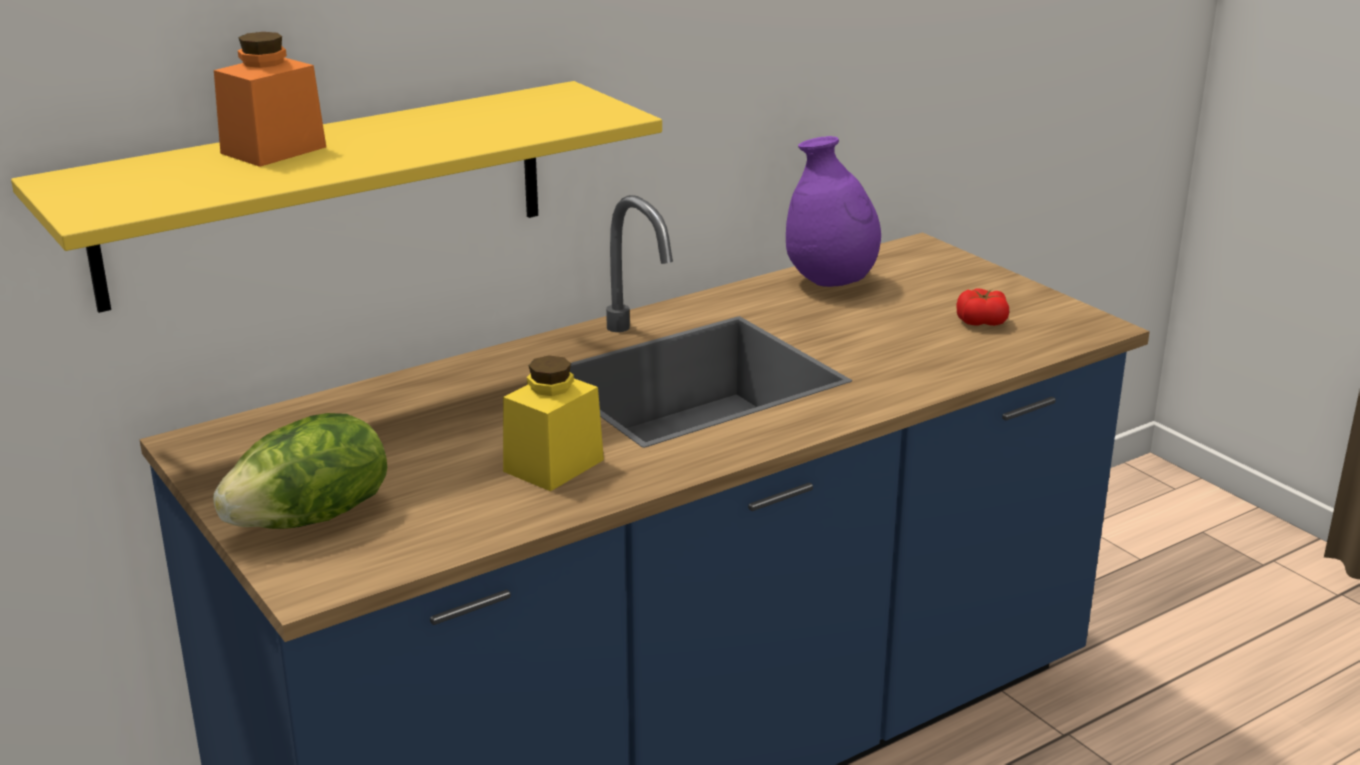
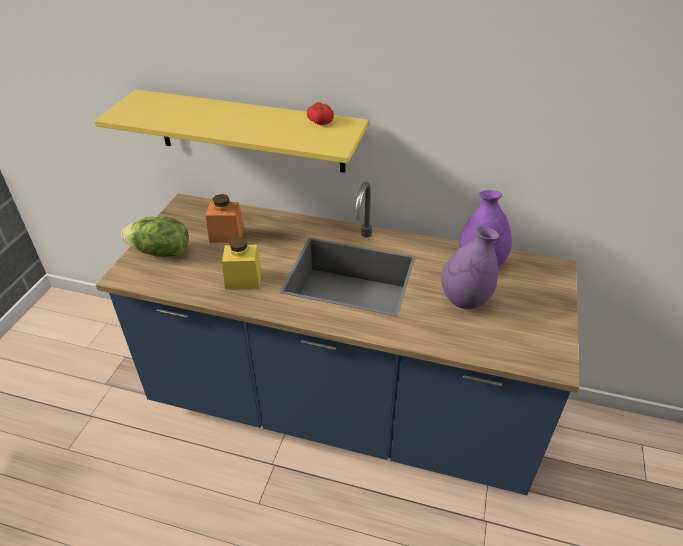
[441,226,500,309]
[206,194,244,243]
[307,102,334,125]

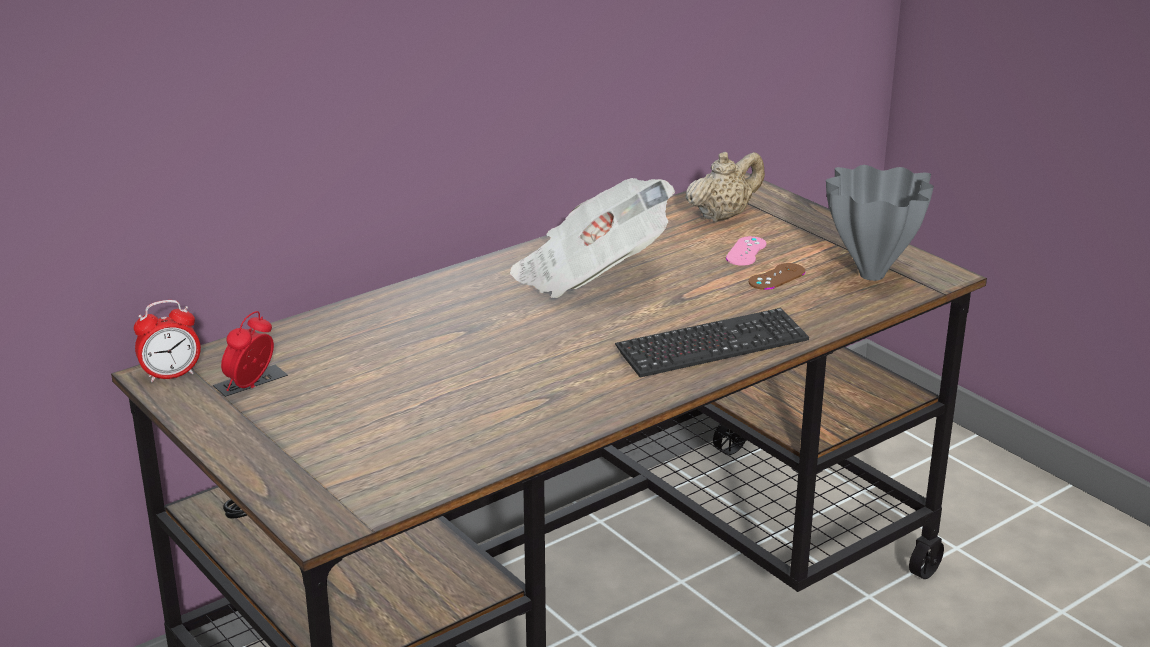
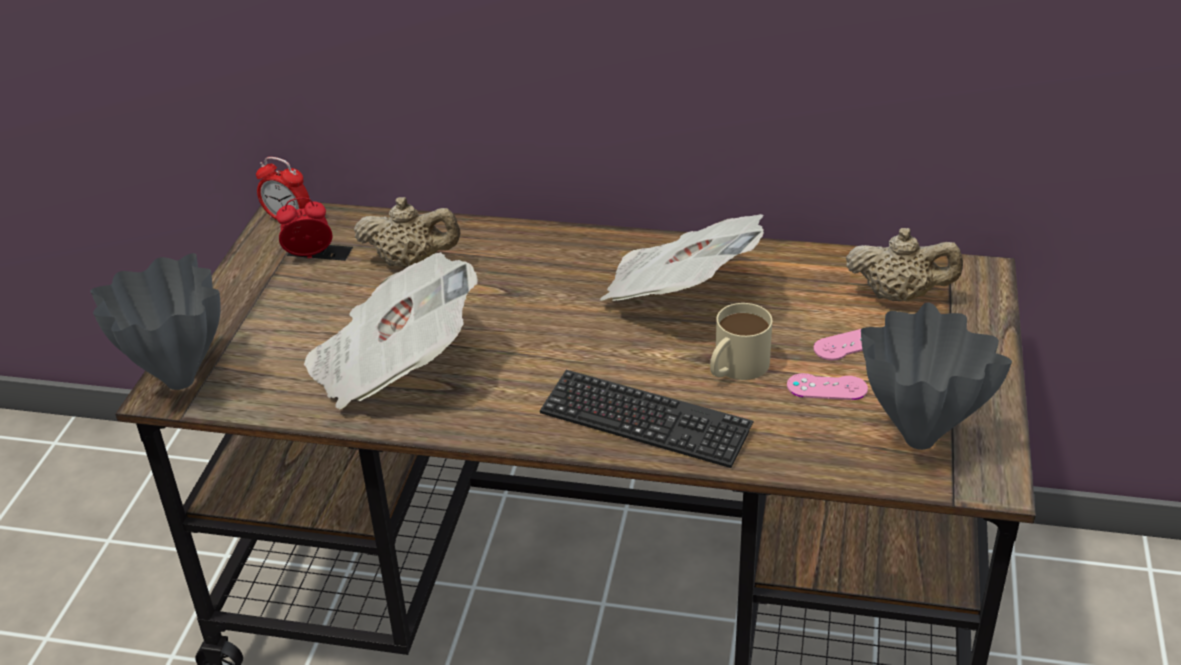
[90,253,221,390]
[304,252,478,410]
[354,197,461,268]
[710,303,772,380]
[787,373,868,400]

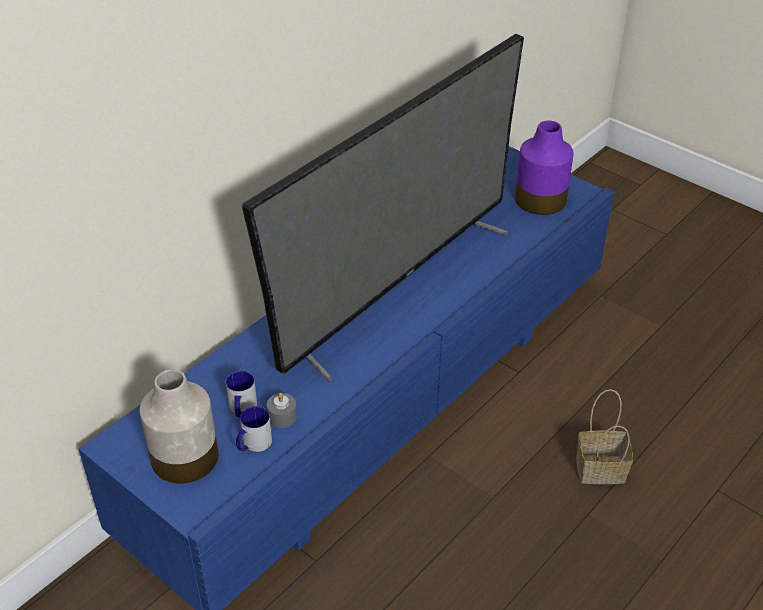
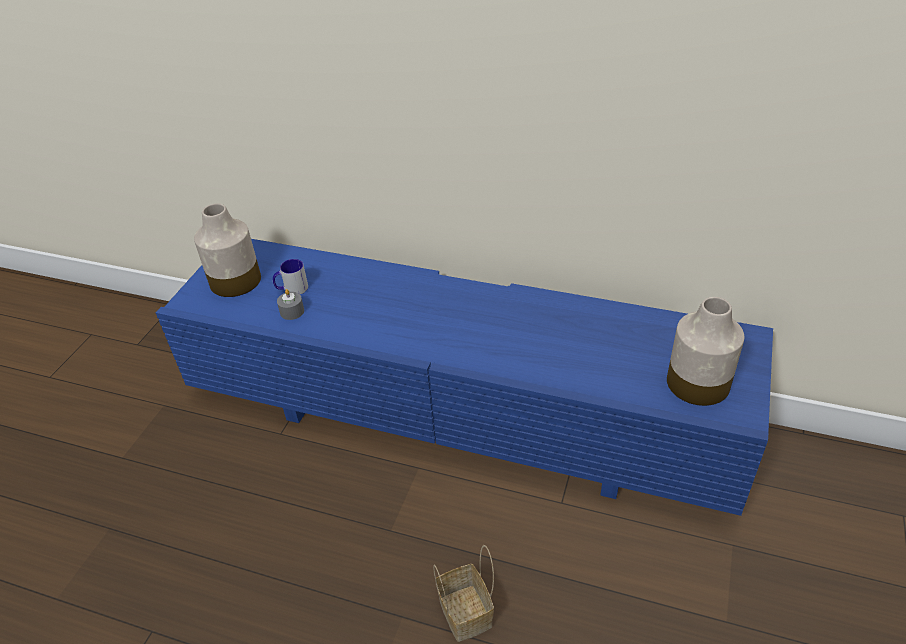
[236,406,272,452] (first image)
[242,34,524,382] (first image)
[667,297,744,406]

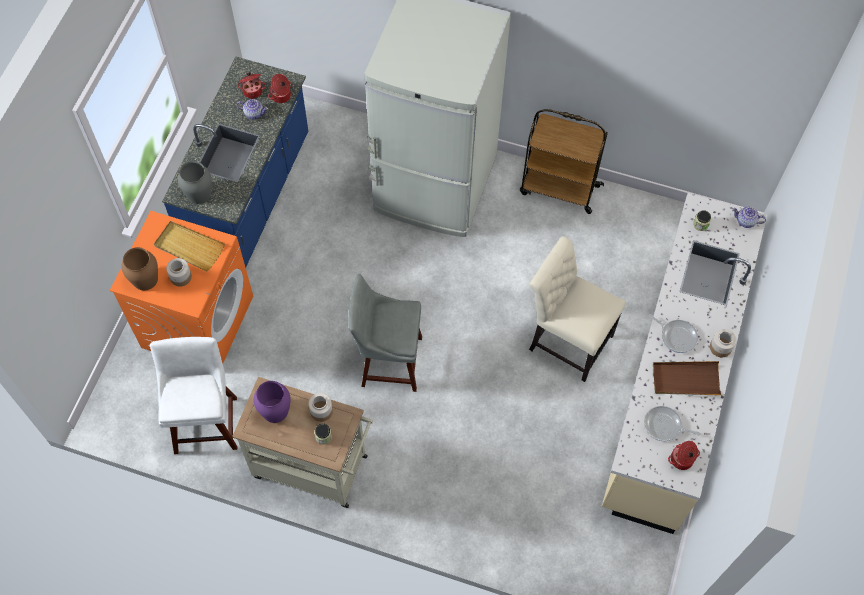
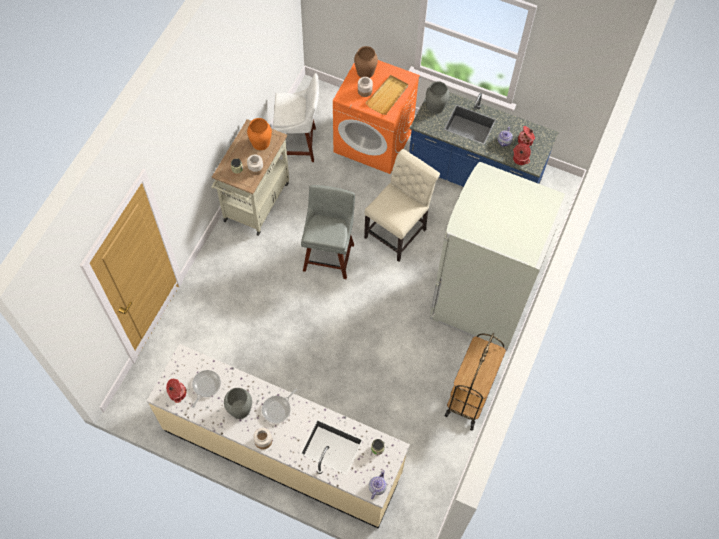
[364,149,440,262]
[224,388,252,419]
[247,118,272,150]

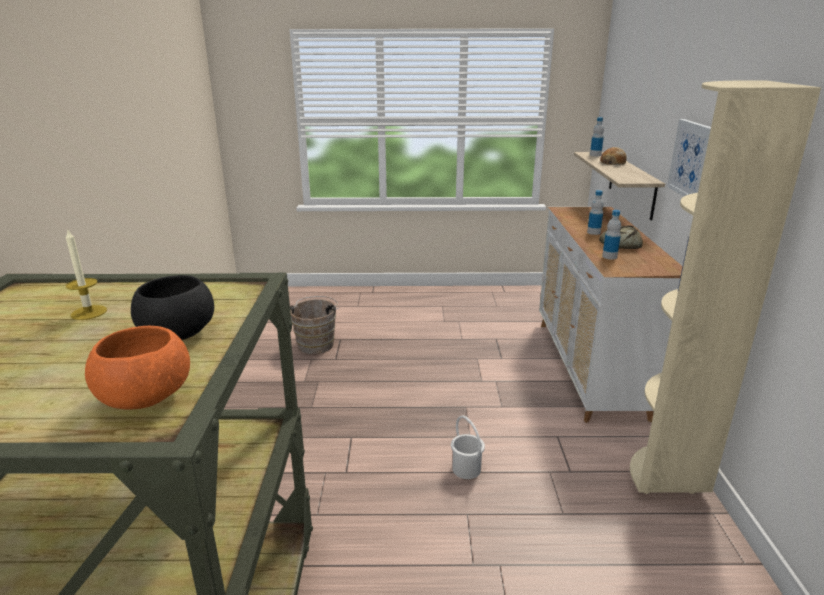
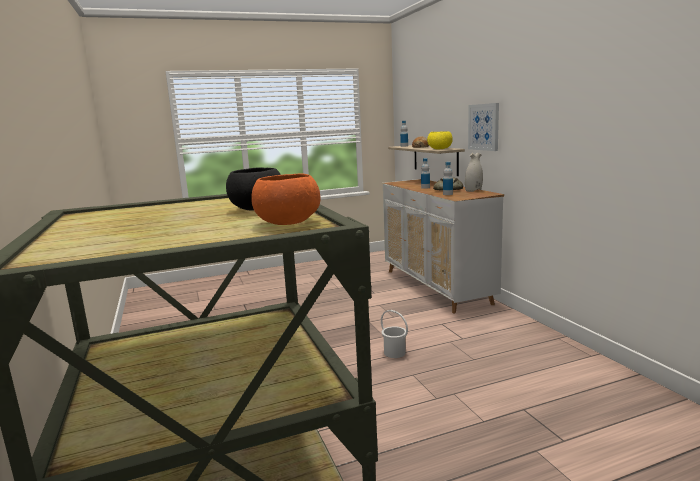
[66,228,107,320] (first image)
[290,296,339,354] (first image)
[630,80,821,494] (first image)
[427,131,453,149]
[465,153,483,192]

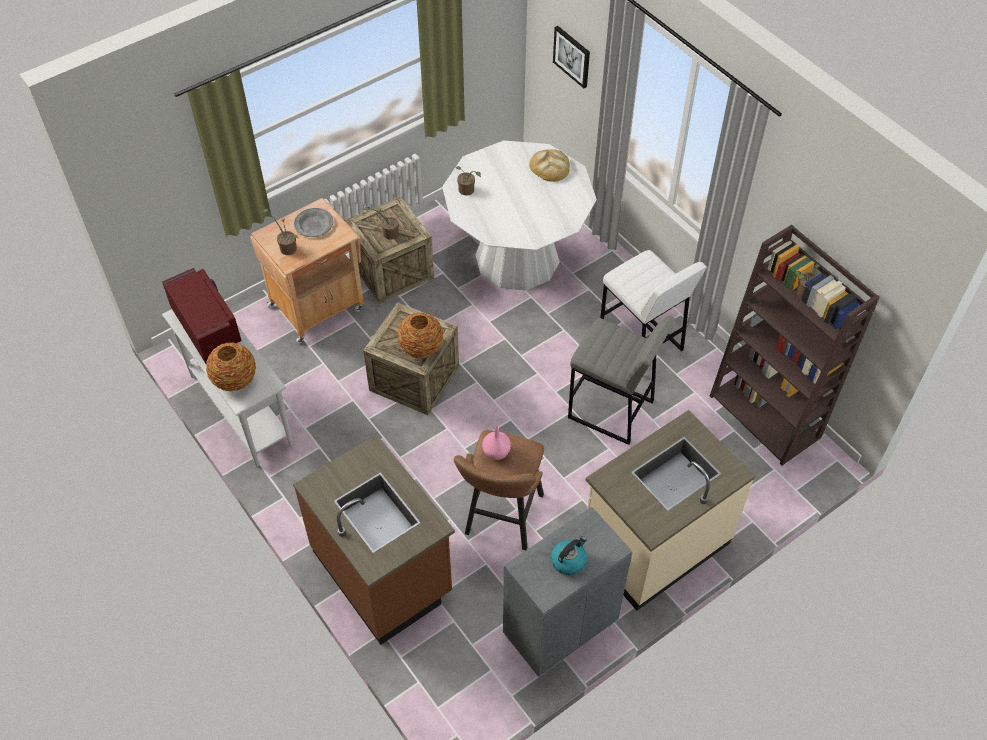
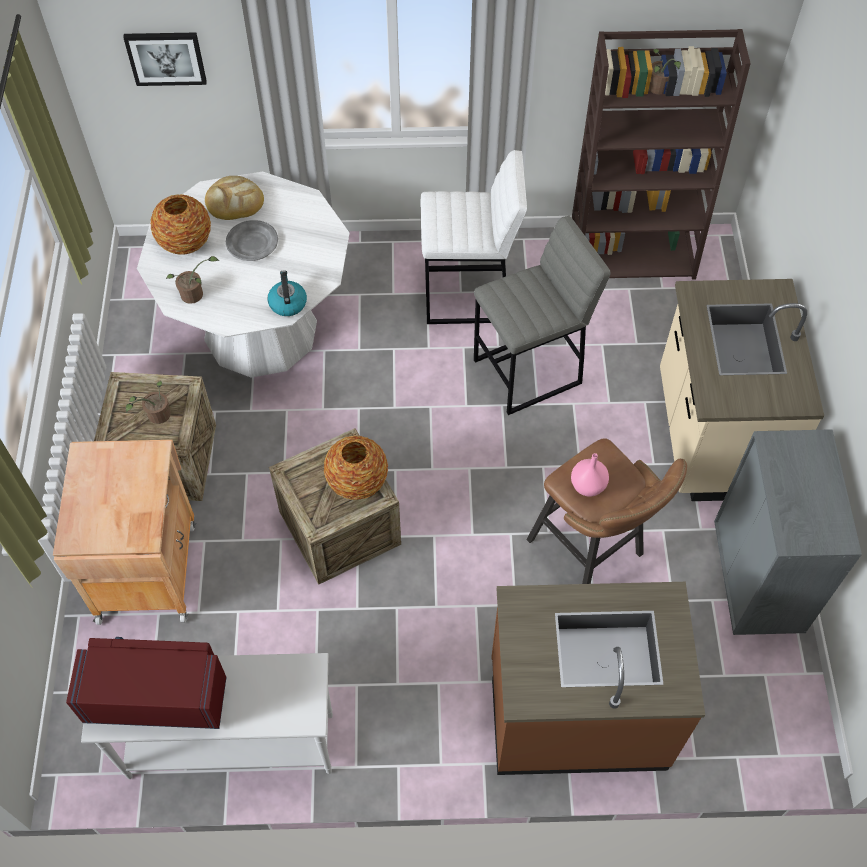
[263,209,298,255] (first image)
[150,194,211,255]
[226,220,278,261]
[268,270,307,316]

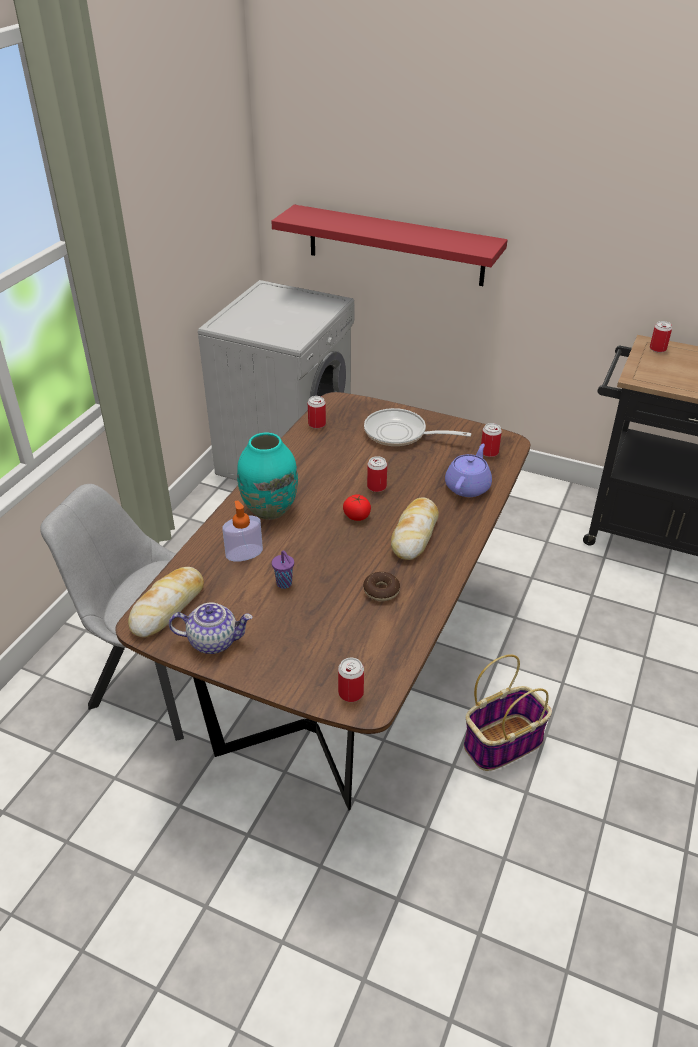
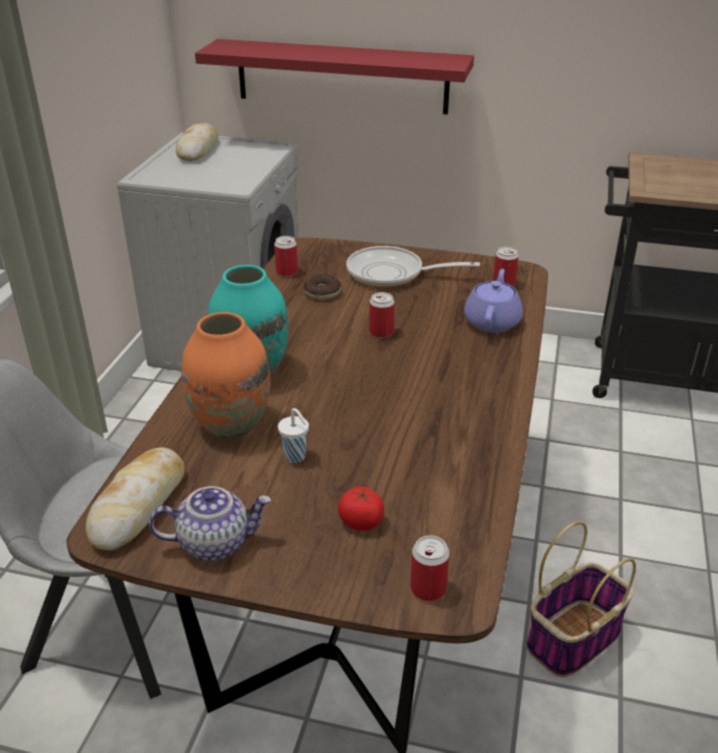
[650,321,672,353] (first image)
[338,487,384,531]
[303,274,341,300]
[176,123,218,161]
[182,312,270,439]
[278,408,309,463]

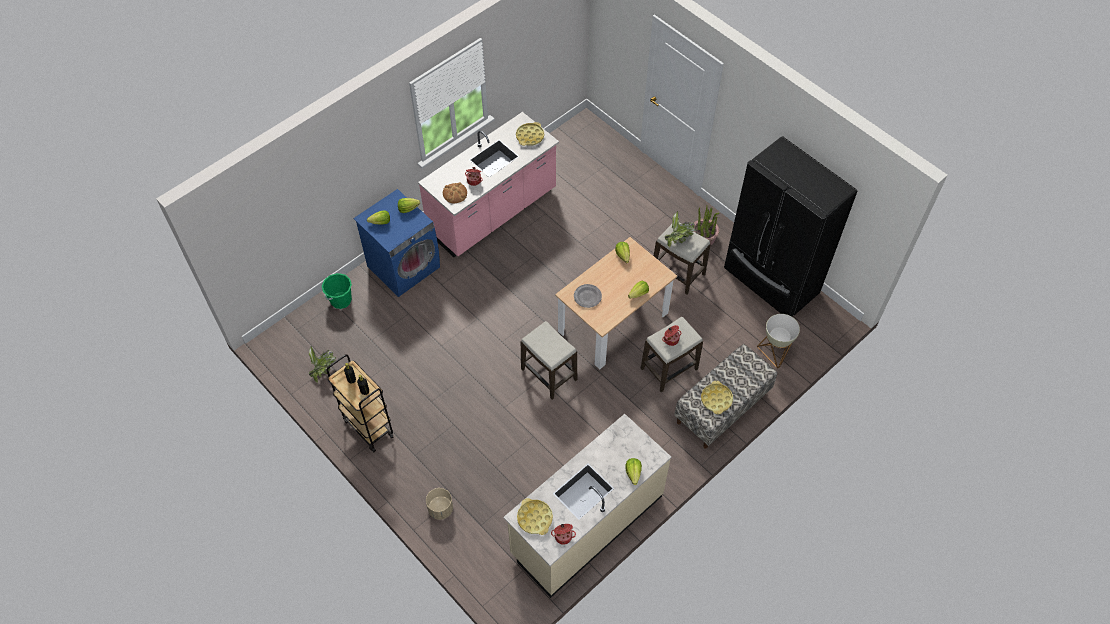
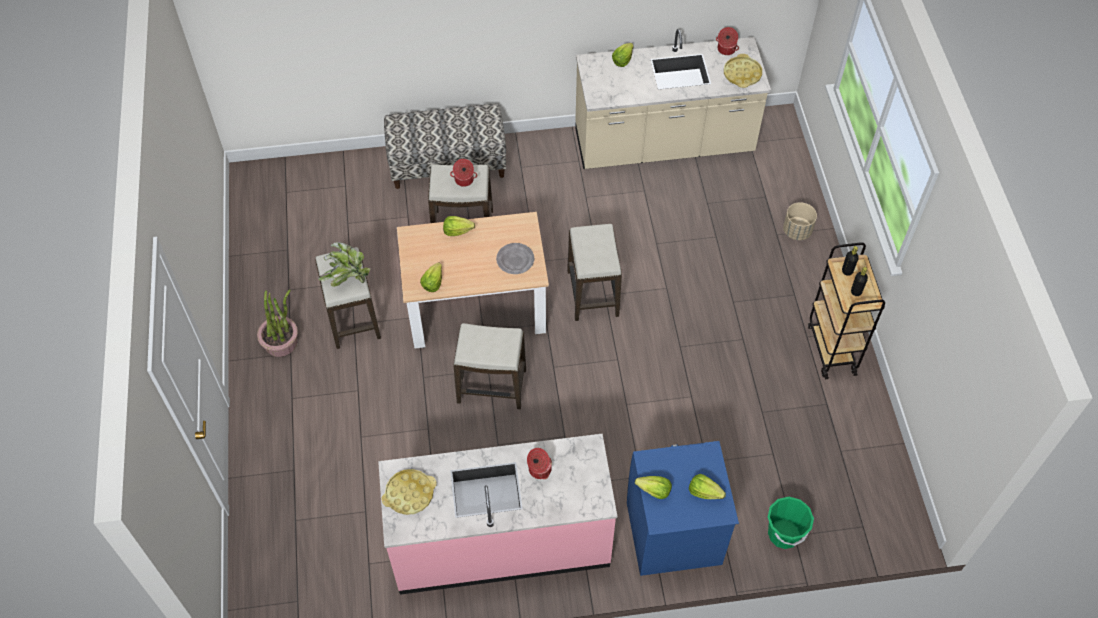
[309,346,336,383] (first image)
[443,182,467,203] (first image)
[701,381,733,414] (first image)
[724,136,858,316] (first image)
[757,314,800,368] (first image)
[453,323,526,409]

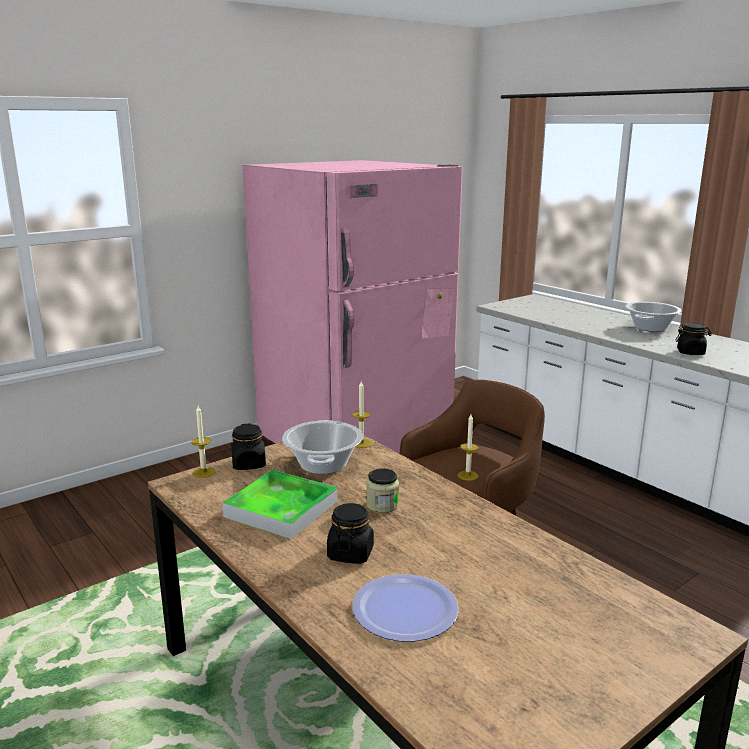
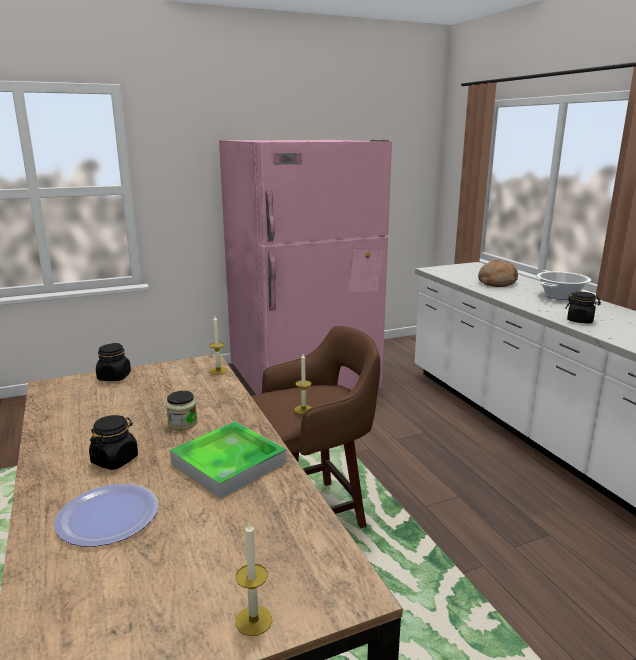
[282,420,363,474] (first image)
[478,260,518,287]
[236,522,272,636]
[170,422,286,499]

